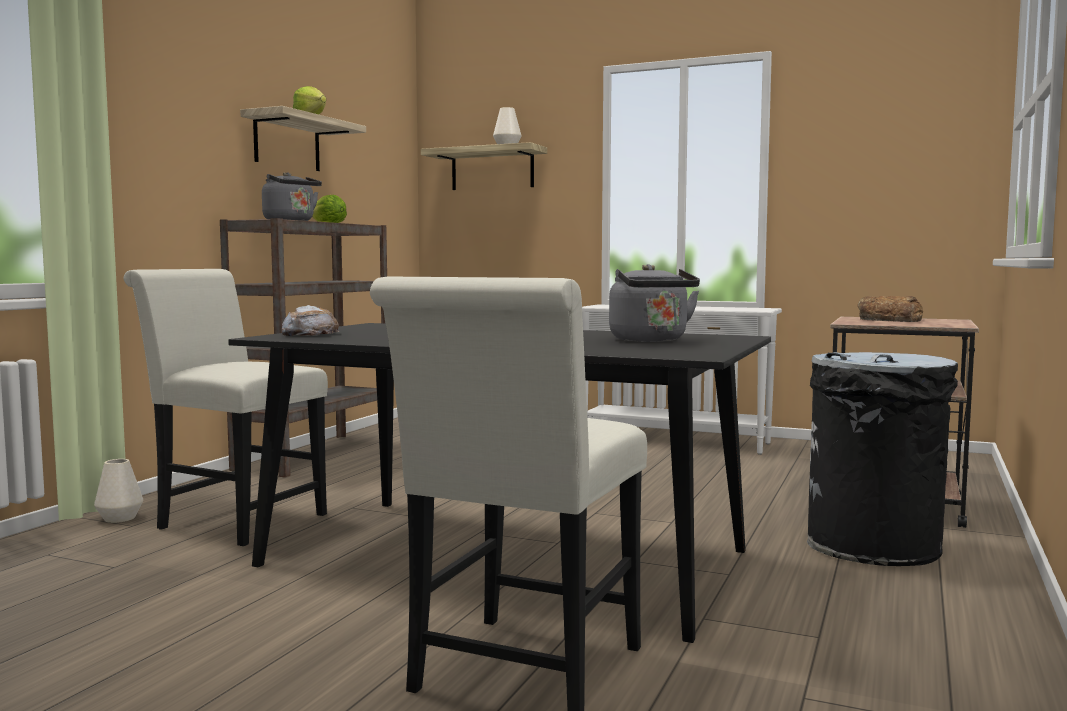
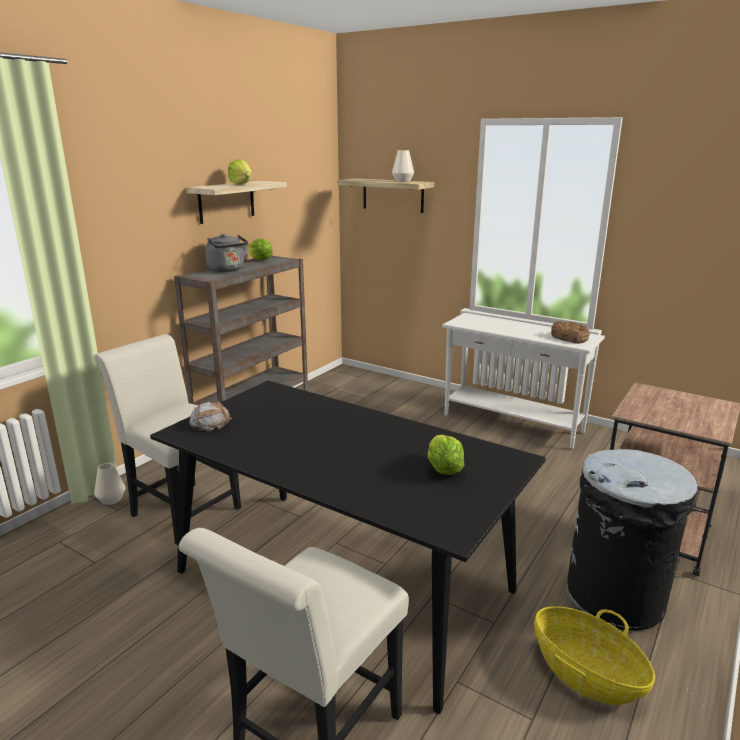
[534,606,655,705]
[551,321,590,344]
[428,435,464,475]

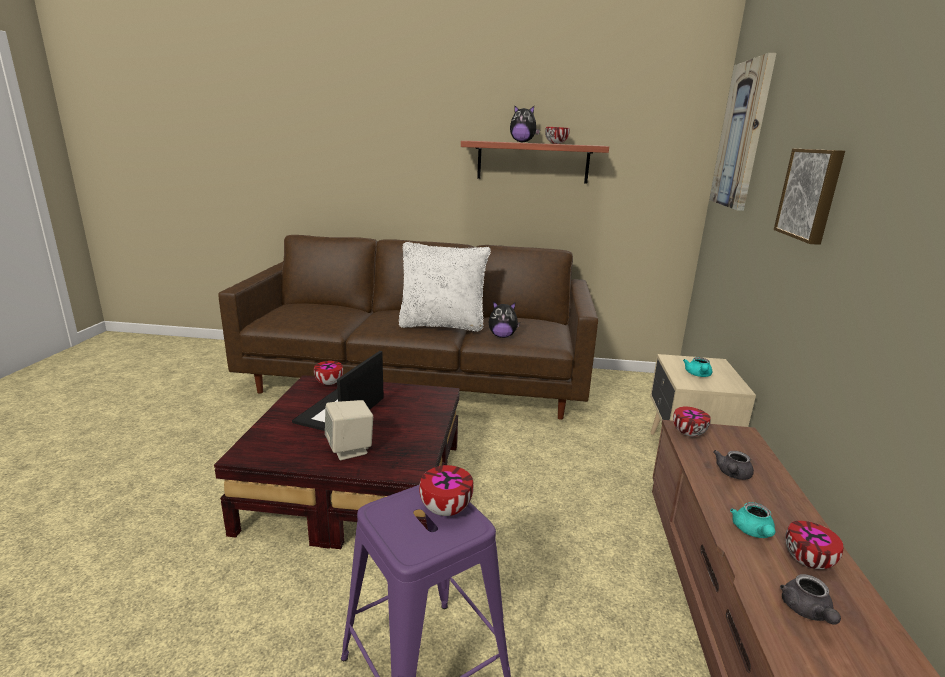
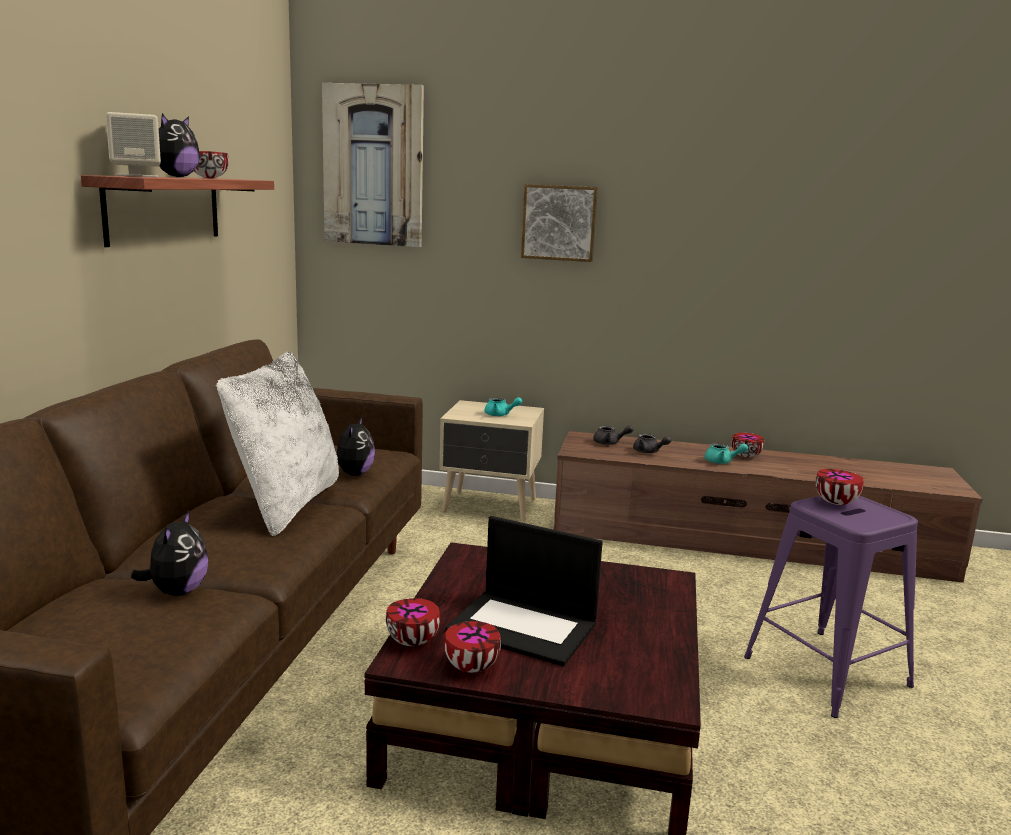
[131,509,209,596]
[106,112,161,177]
[444,621,501,673]
[593,425,633,445]

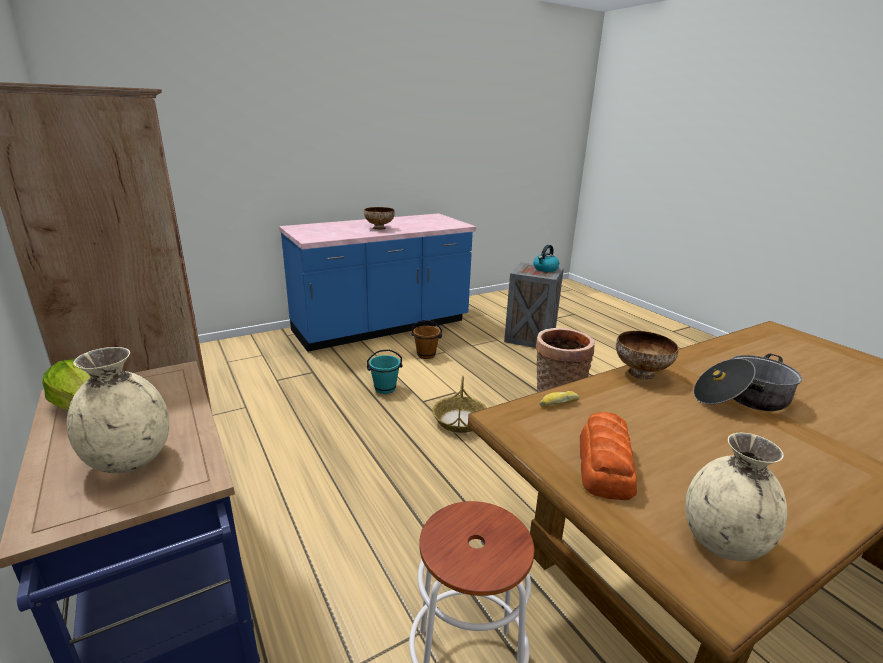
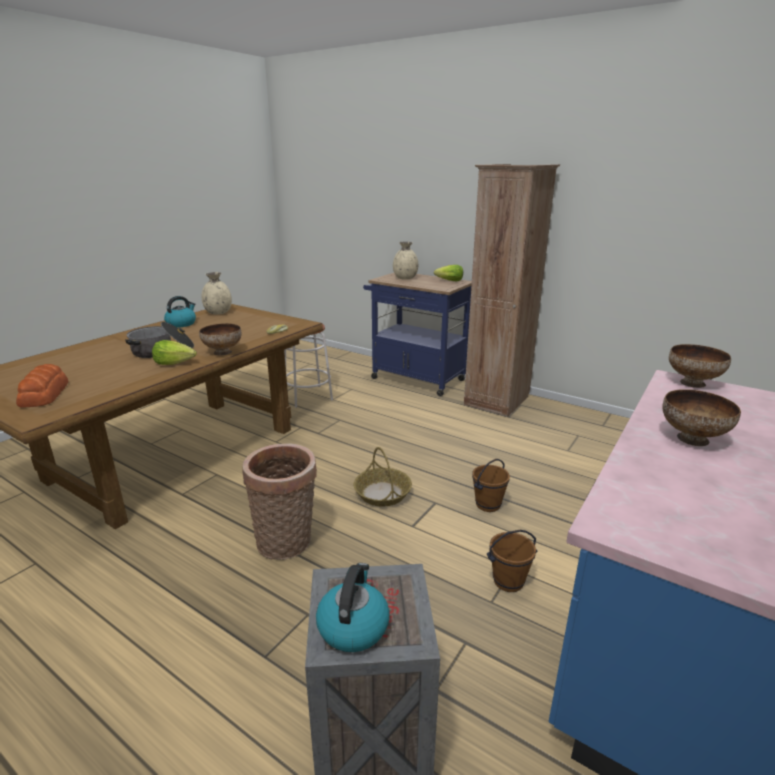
[152,340,197,365]
[164,296,196,327]
[669,344,731,388]
[16,364,68,408]
[472,459,510,512]

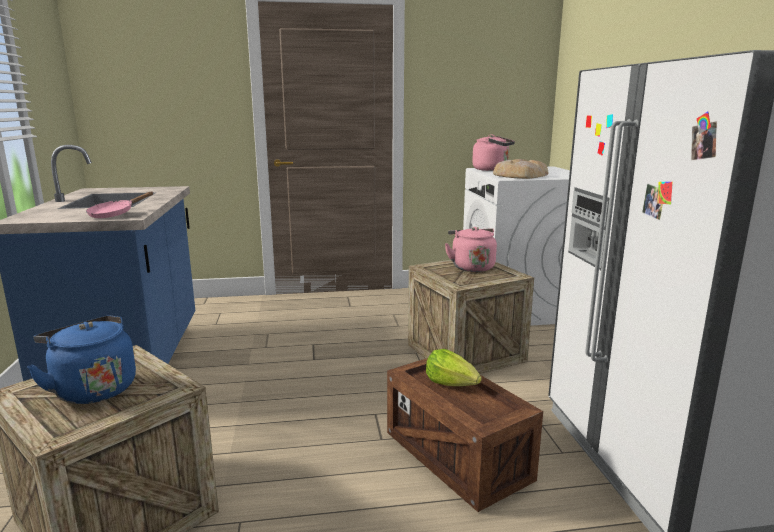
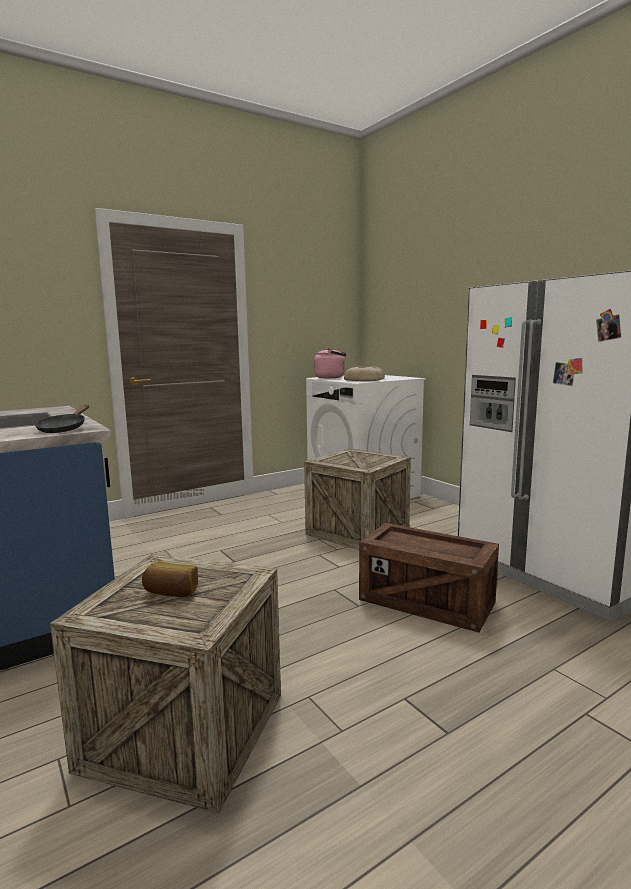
[426,349,482,386] (first image)
[445,227,497,272] (first image)
[142,561,198,597]
[35,405,89,433]

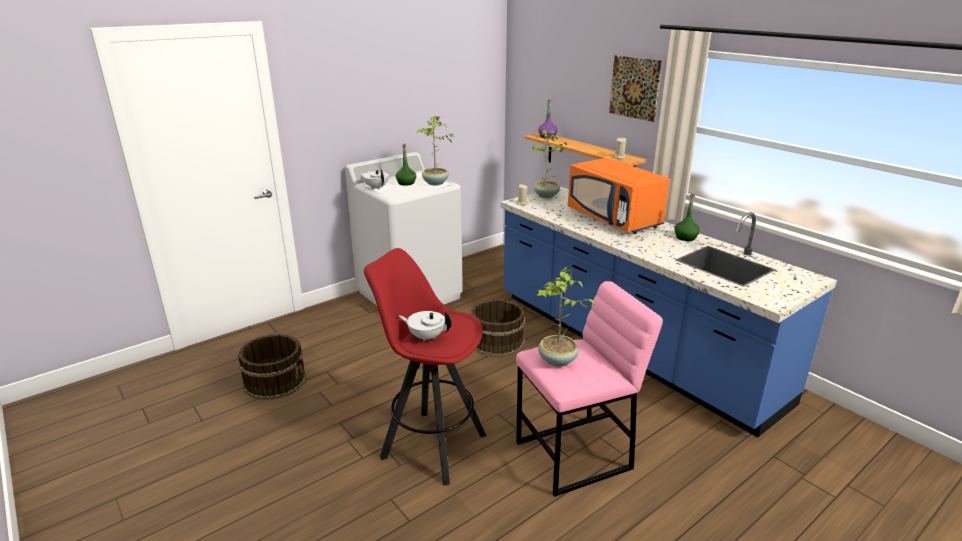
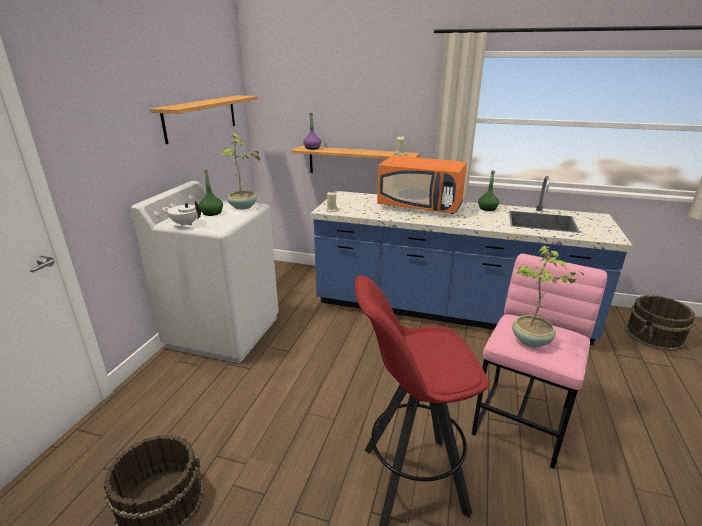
[399,311,452,342] (first image)
[532,130,567,198] (first image)
[609,55,662,122] (first image)
[150,95,258,144]
[625,295,695,351]

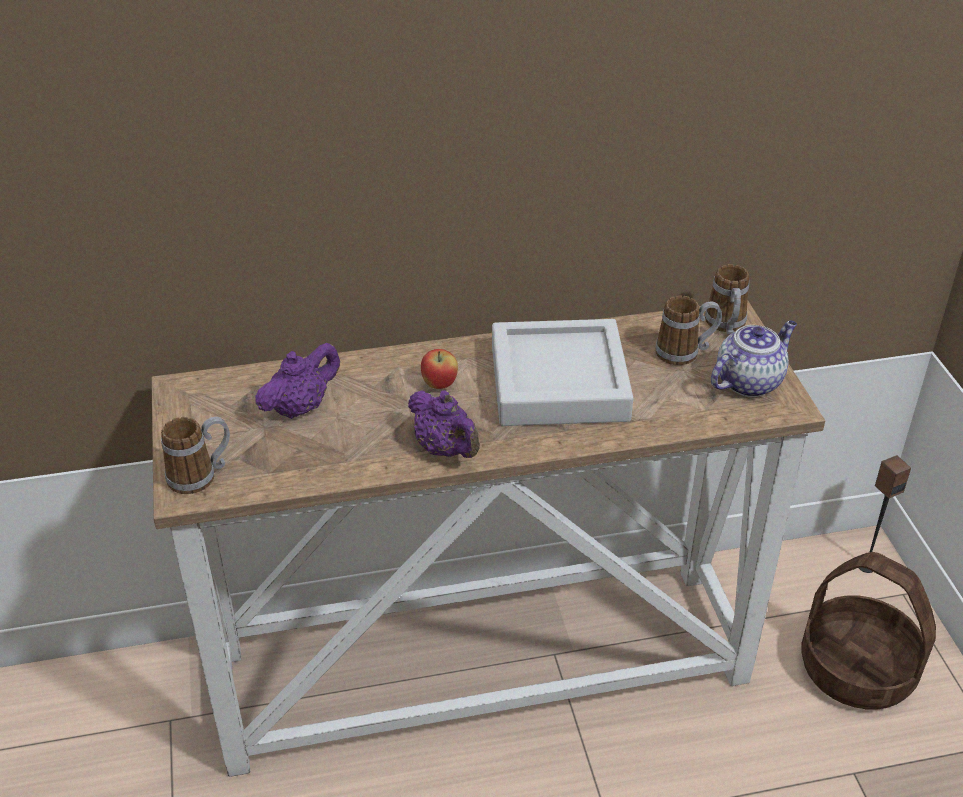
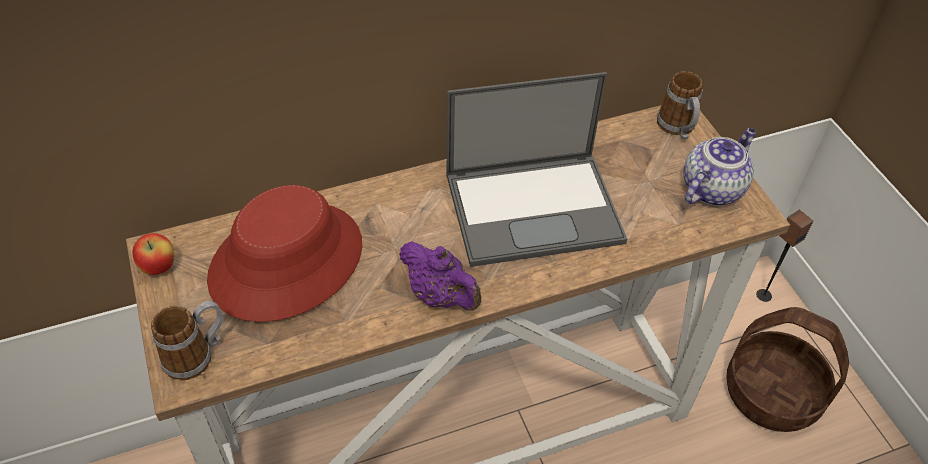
[655,295,722,365] (first image)
[132,233,174,275]
[207,185,362,322]
[446,72,627,267]

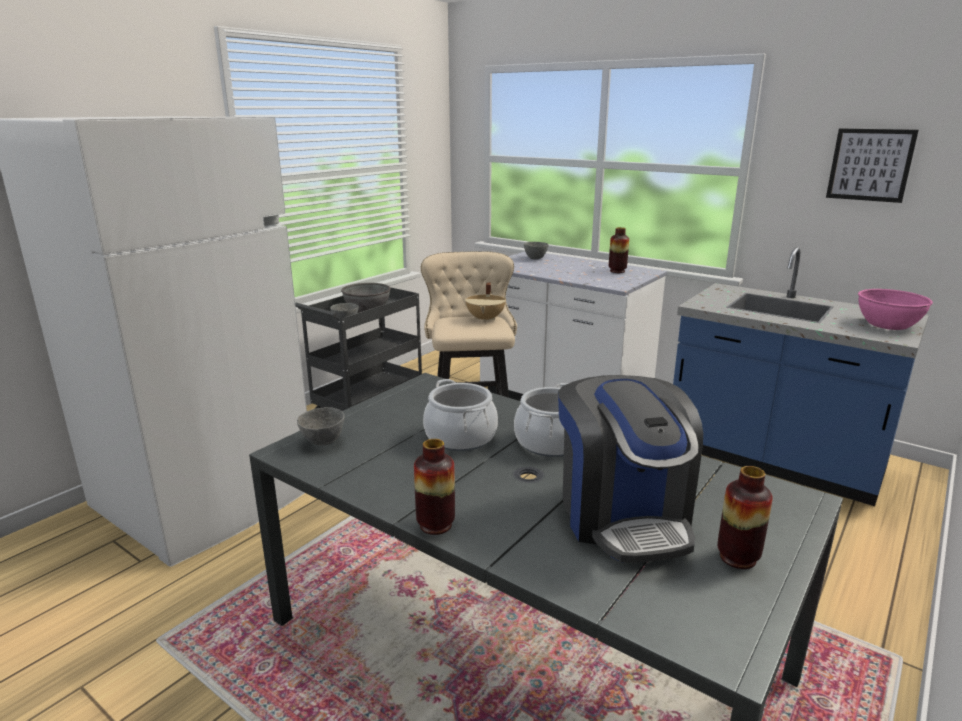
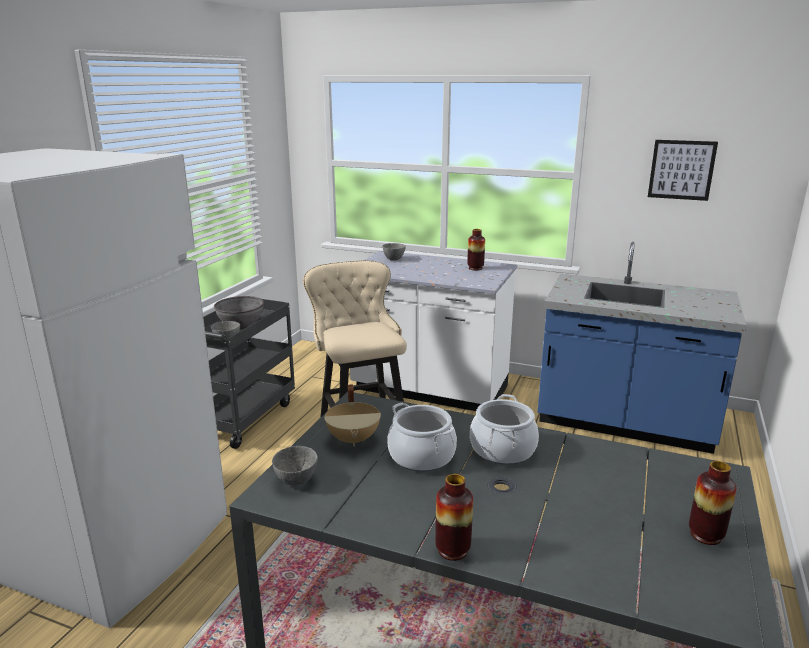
[558,375,703,563] (first image)
[858,289,933,330] (first image)
[324,384,381,446]

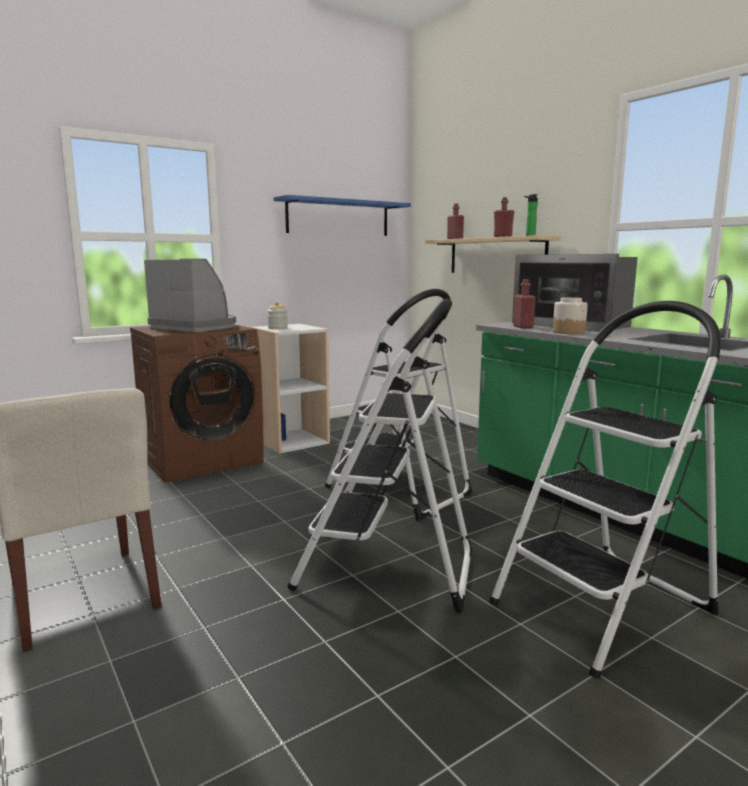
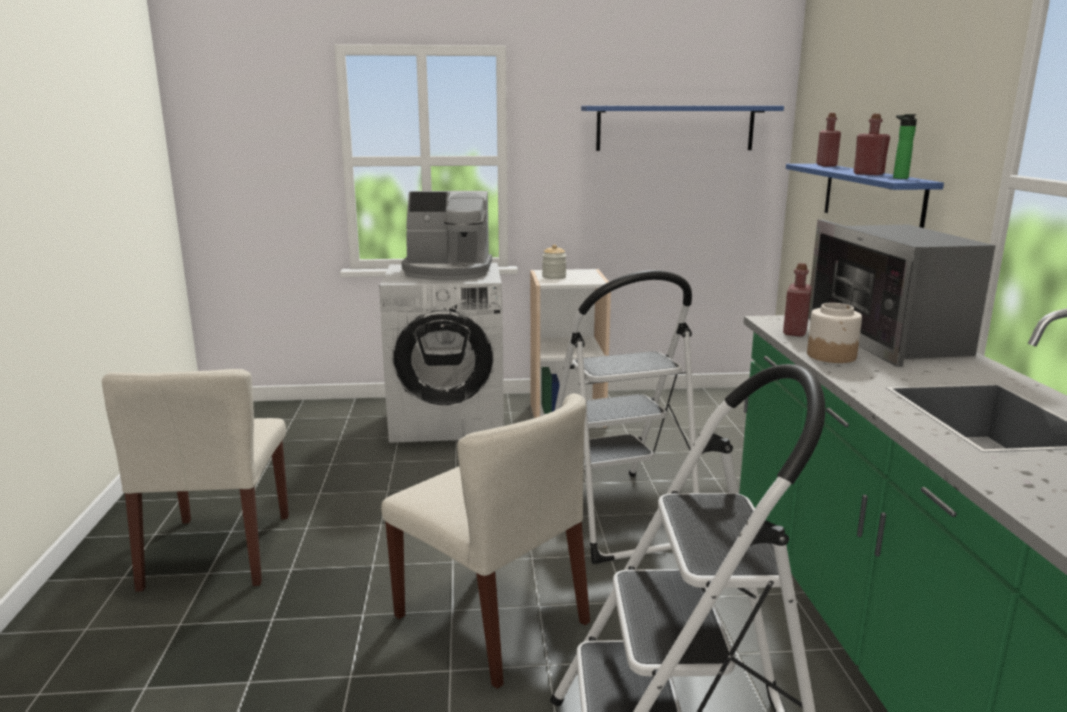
[381,393,590,689]
[380,263,504,443]
[786,164,944,228]
[401,191,492,280]

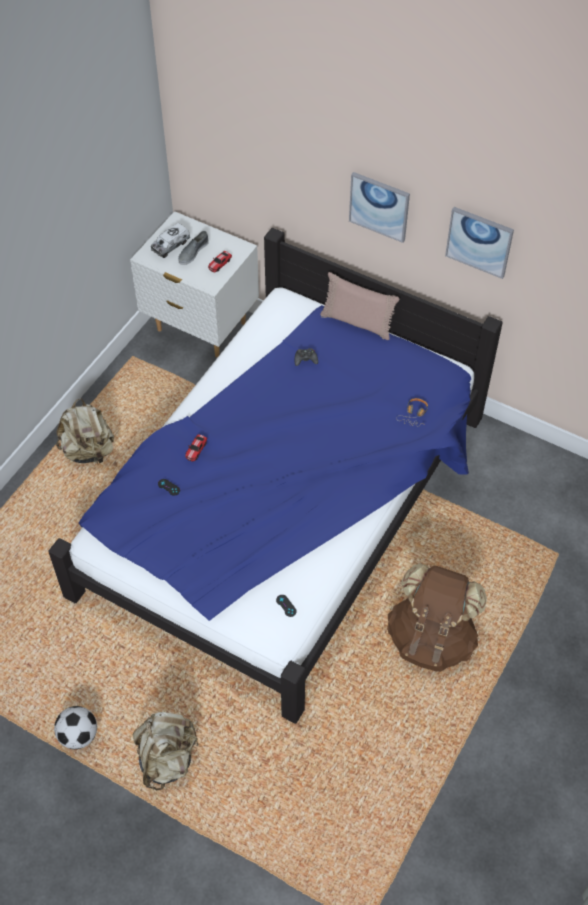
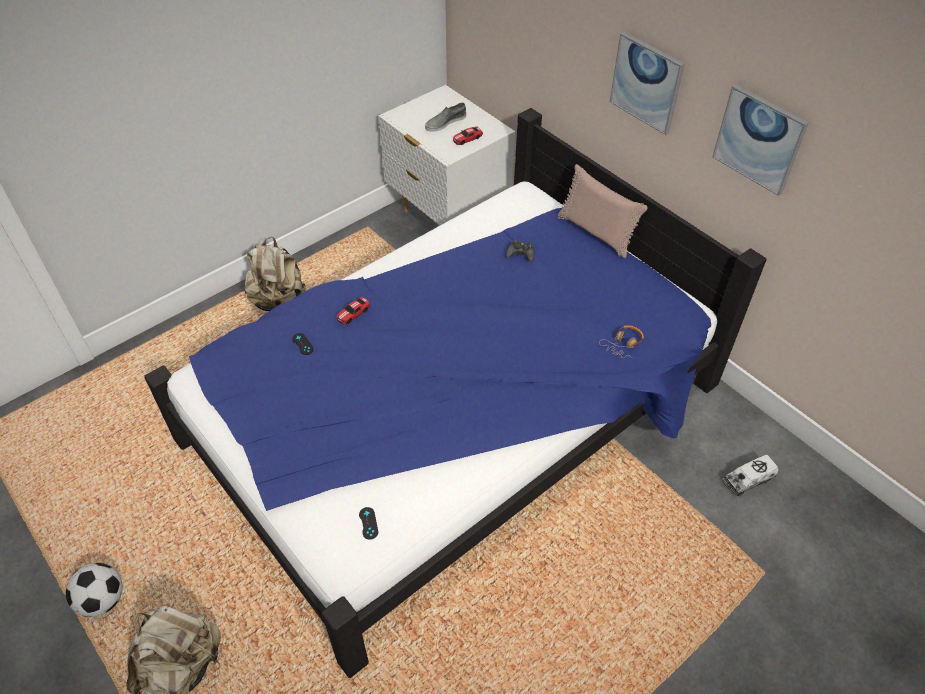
[387,563,487,672] (first image)
[723,455,778,496]

